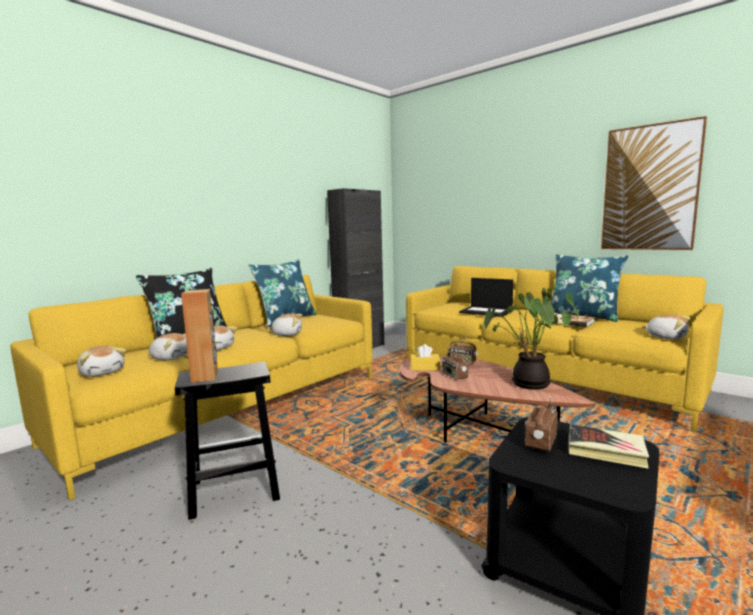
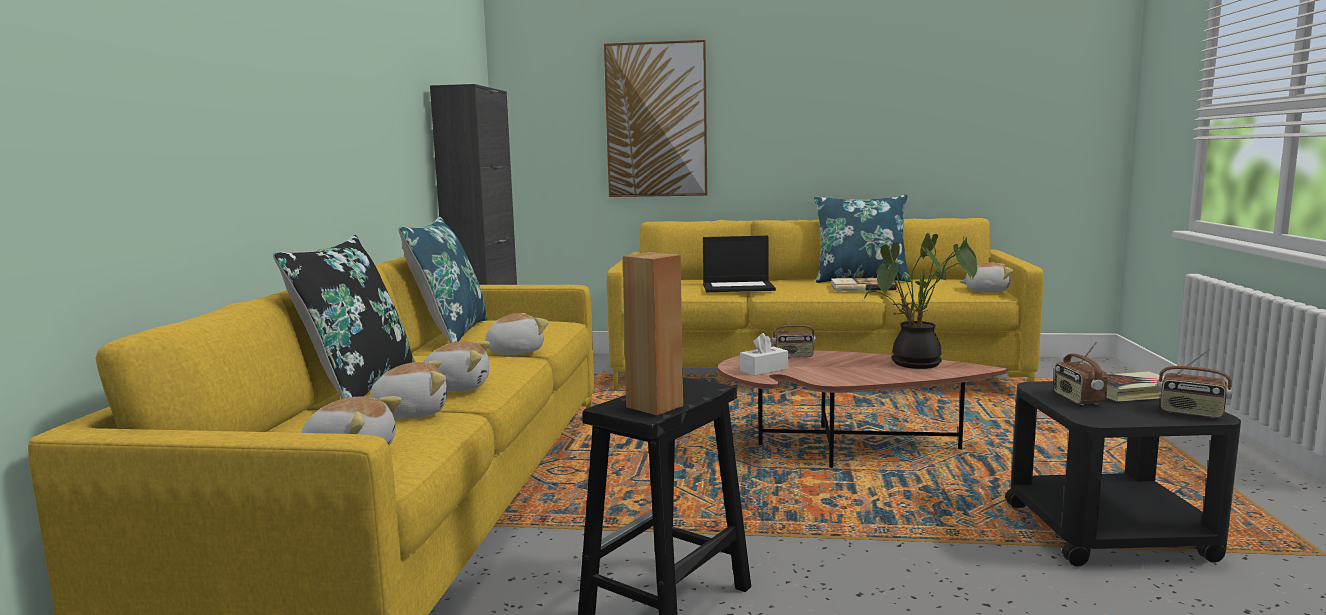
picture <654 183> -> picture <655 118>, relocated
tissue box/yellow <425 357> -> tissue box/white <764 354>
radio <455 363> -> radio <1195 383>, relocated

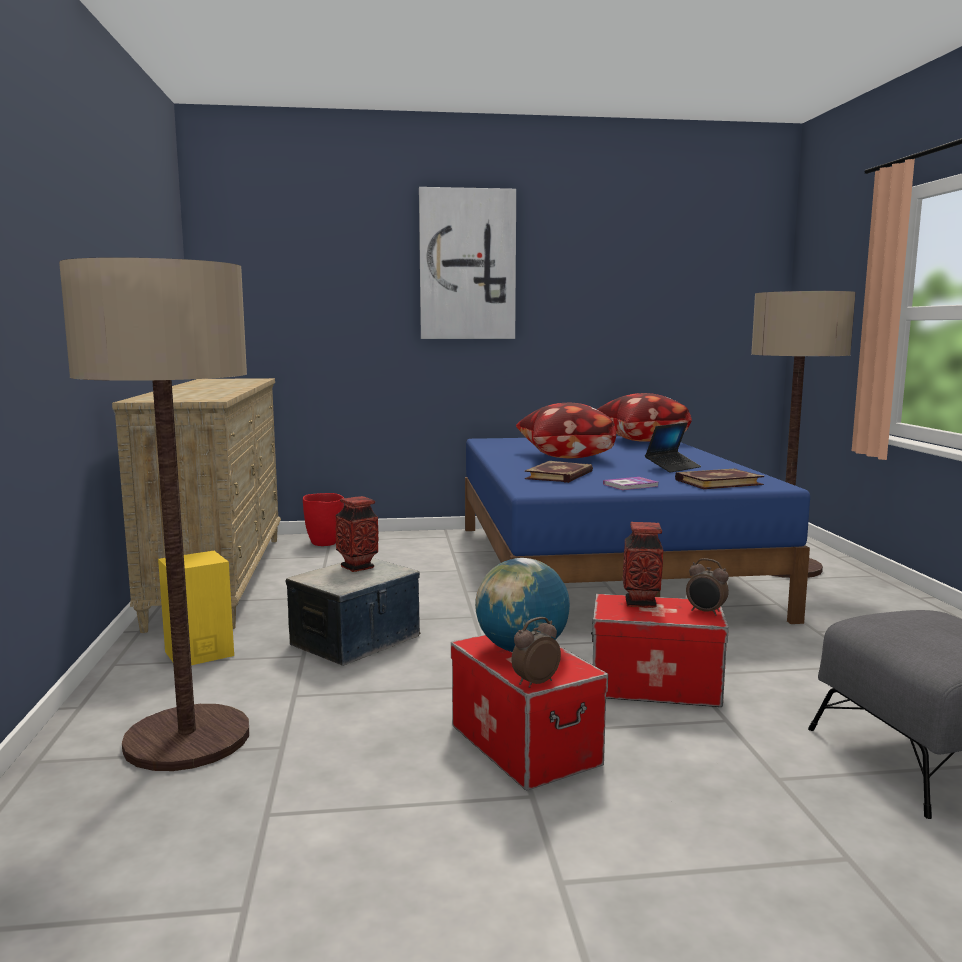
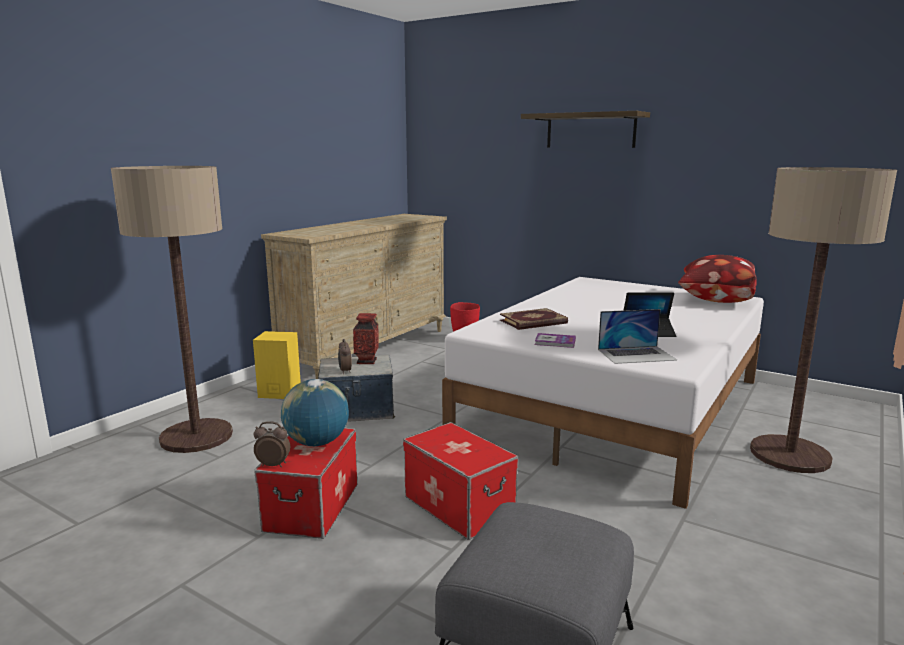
picture <467 263> -> shelf <585 129>
pillow <566 430> -> none
bed/blue <637 530> -> bed/white <603 393>
book <719 479> -> laptop <637 336>
vase <643 565> -> none
alarm clock <707 587> -> alarm clock <345 356>, relocated

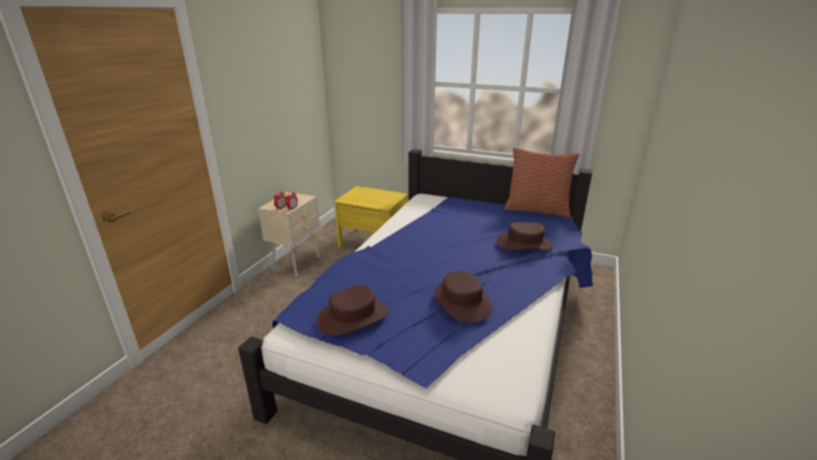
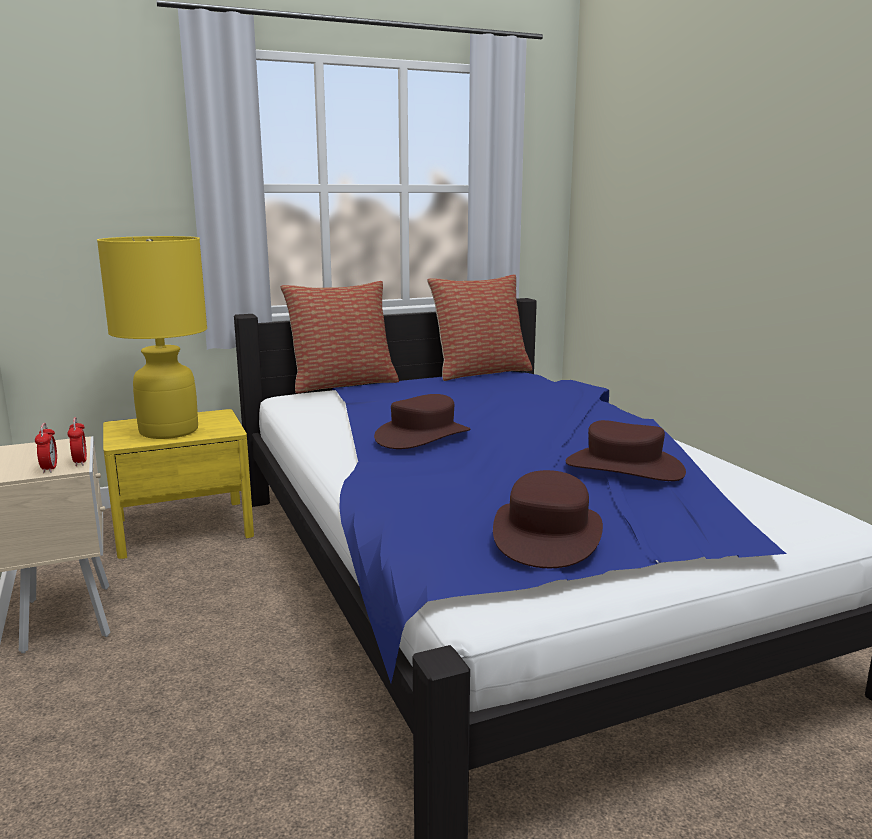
hat/brown <525 236> -> hat/brown <422 421>, relocated
none -> table lamp/yellow <152 337>
none -> pillow <339 337>

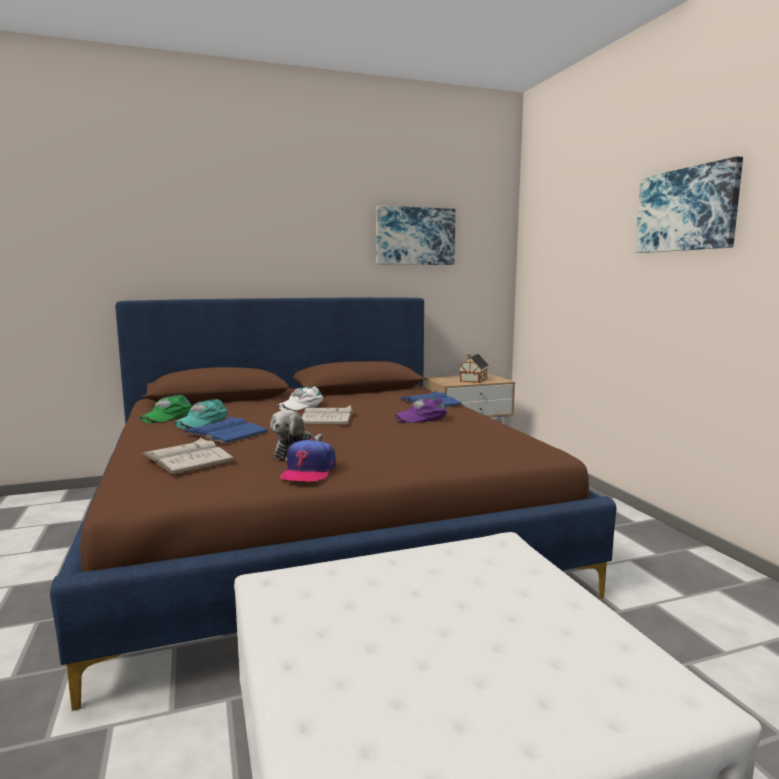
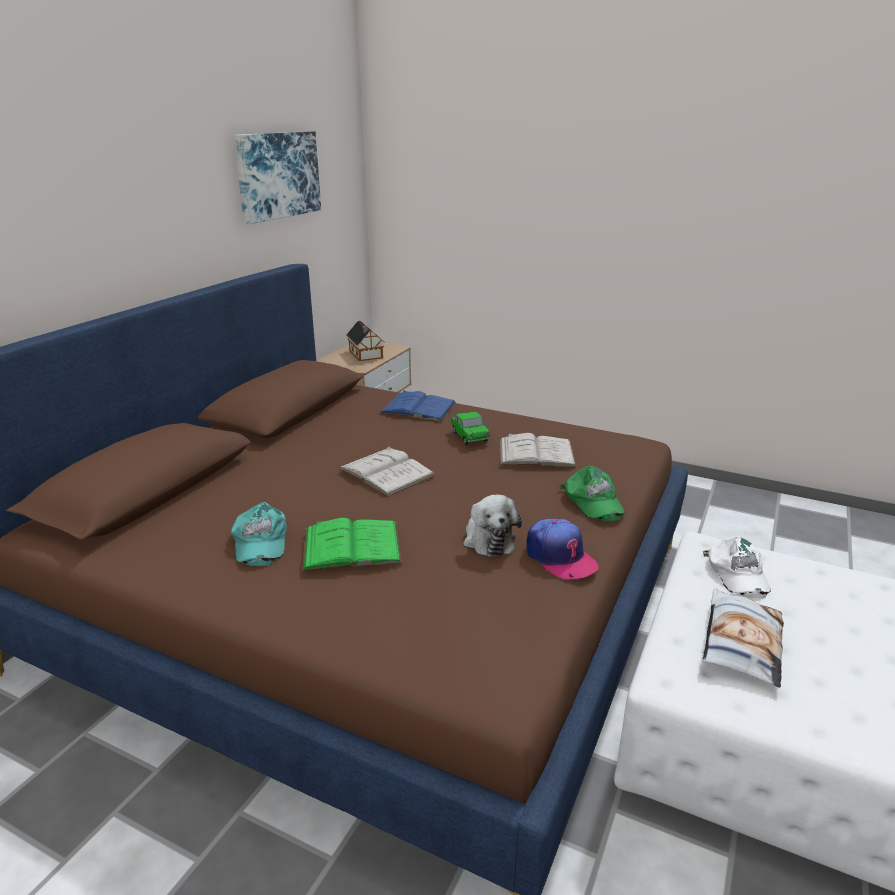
picture <689 204> -> none
cap/white <300 398> -> cap/white <736 567>, relocated
cap/green <166 409> -> cap/green <592 493>, relocated
cap/purple <421 410> -> toy car <470 428>
book/blue <226 430> -> book/green <352 544>
book/white <188 456> -> book/white <538 450>, relocated
none -> pillow <743 638>

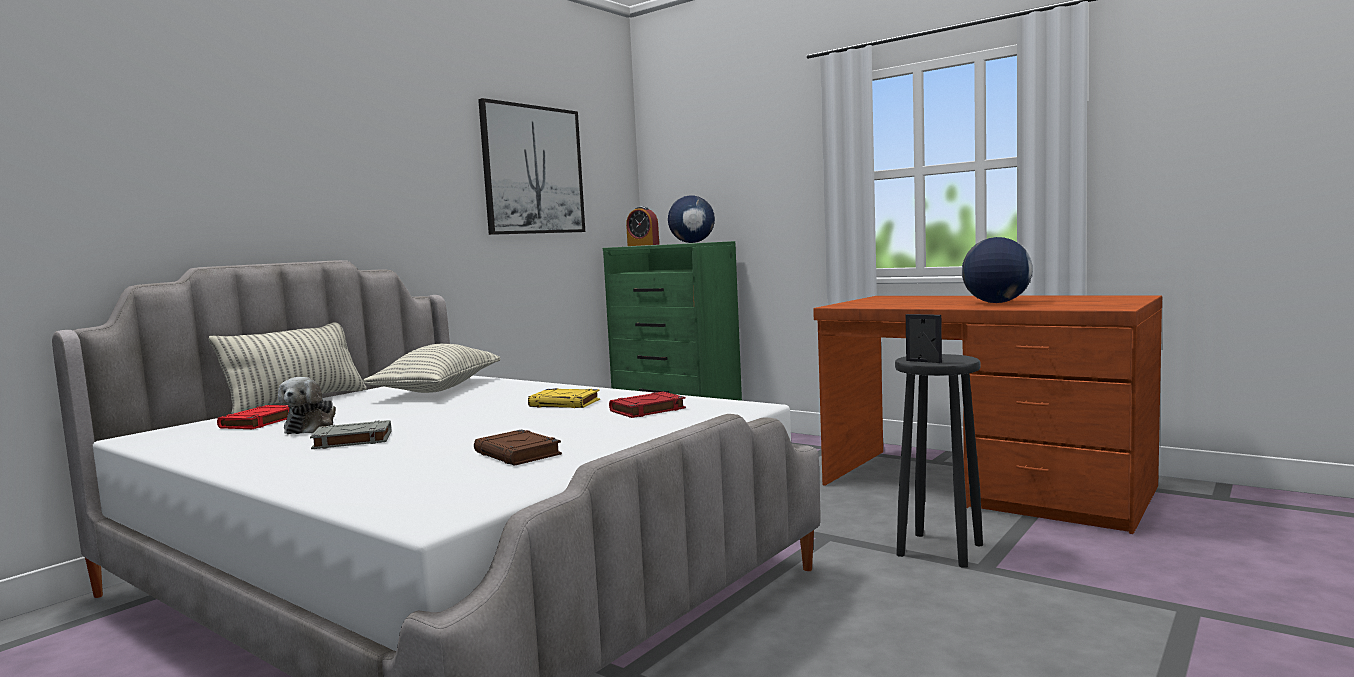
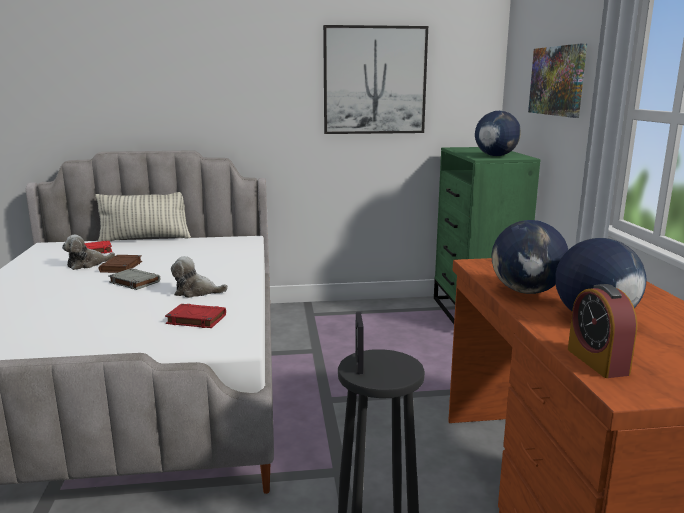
alarm clock <642 226> -> alarm clock <602 331>, relocated
pillow <431 368> -> none
book/yellow <564 398> -> plush toy <199 277>
book/grey <350 434> -> book/grey <134 279>, relocated
book/brown <518 447> -> book/brown <120 264>, relocated
none -> picture <557 80>
none -> globe <530 257>

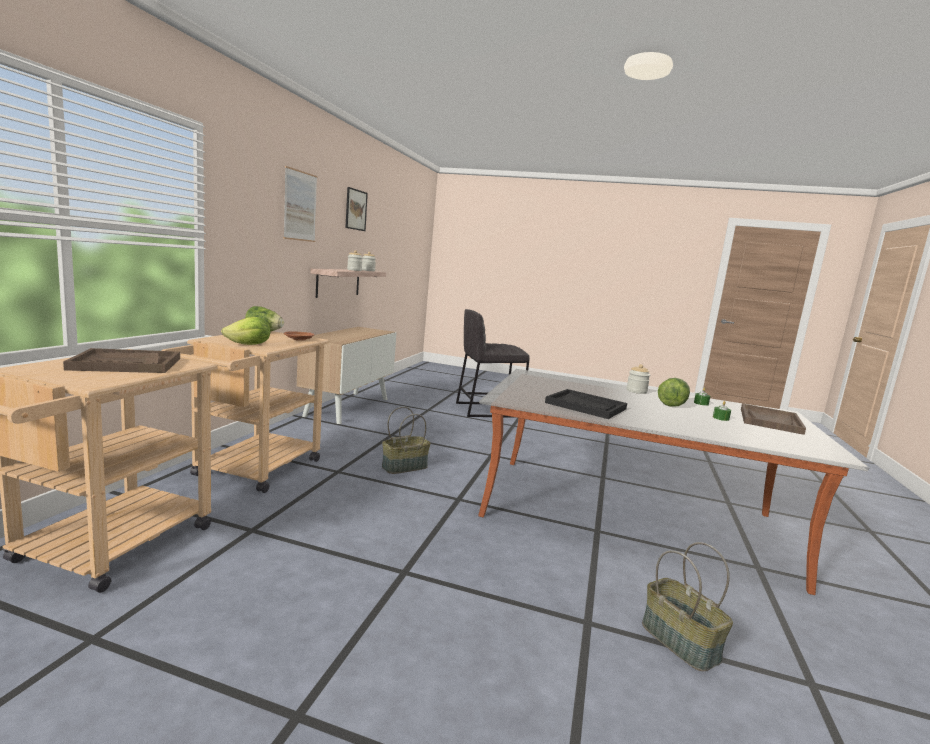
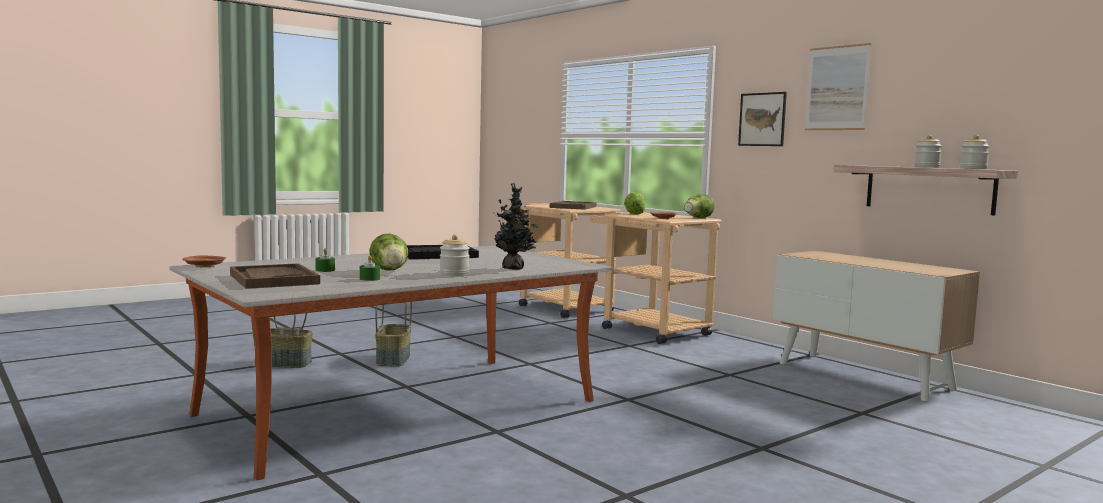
picture <356 209> -> picture <762 119>, relocated
stool/grey <492 363> -> none
basket <406 440> -> basket <393 334>, relocated
none -> potted plant <516 226>
none -> plate/brown <204 261>

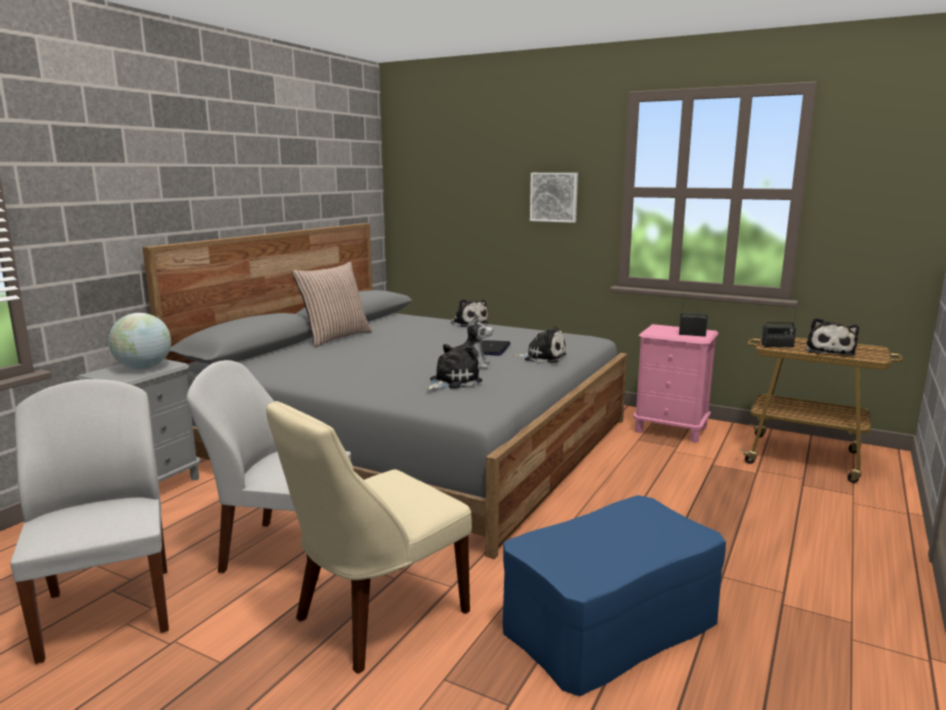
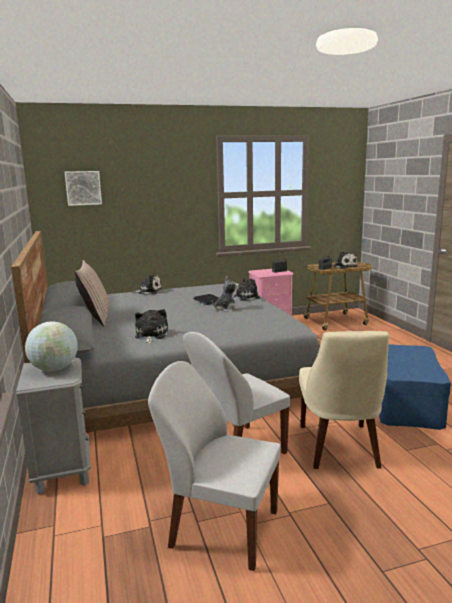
picture <554 198> -> picture <83 188>, relocated
plush toy <454 367> -> plush toy <151 326>, relocated

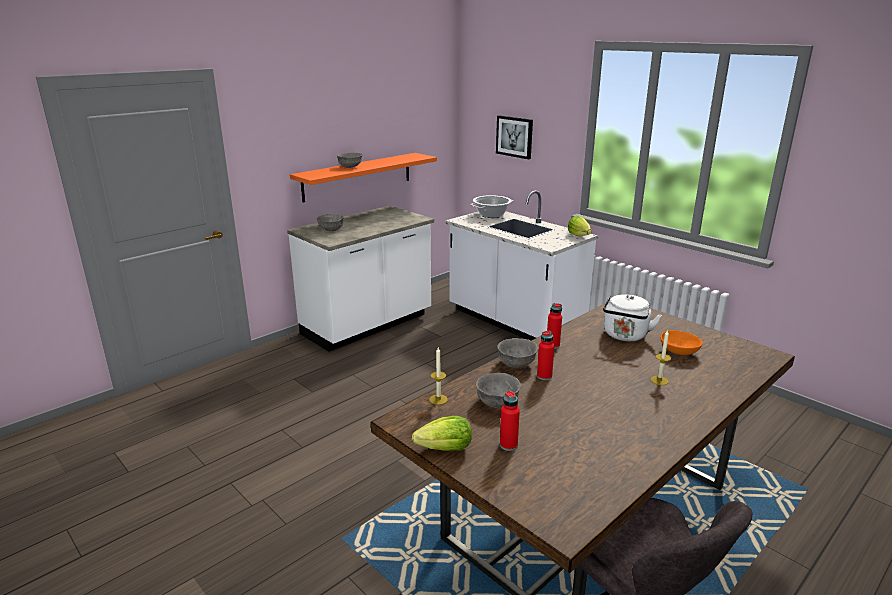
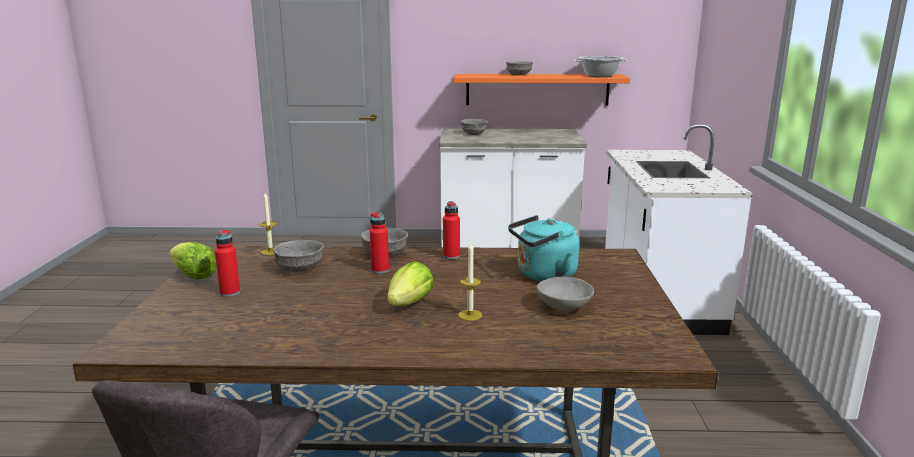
picture <514 137> -> none
cooking pot <491 206> -> cooking pot <602 66>, relocated
lettuce <580 226> -> lettuce <410 283>, relocated
kettle/white <632 317> -> kettle/turquoise <543 248>
bowl/orange <681 342> -> bowl/grey <565 294>

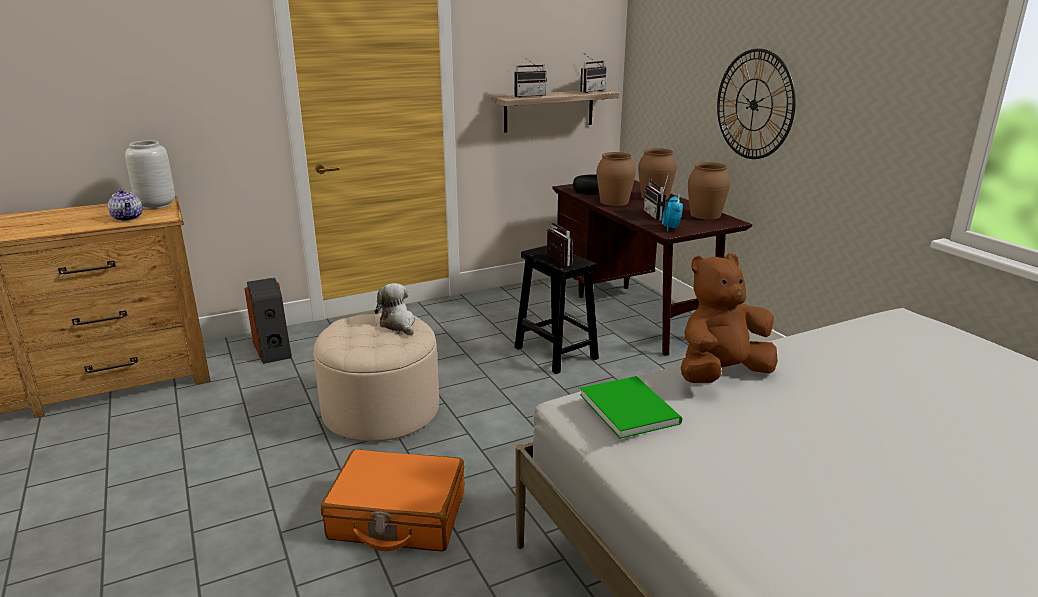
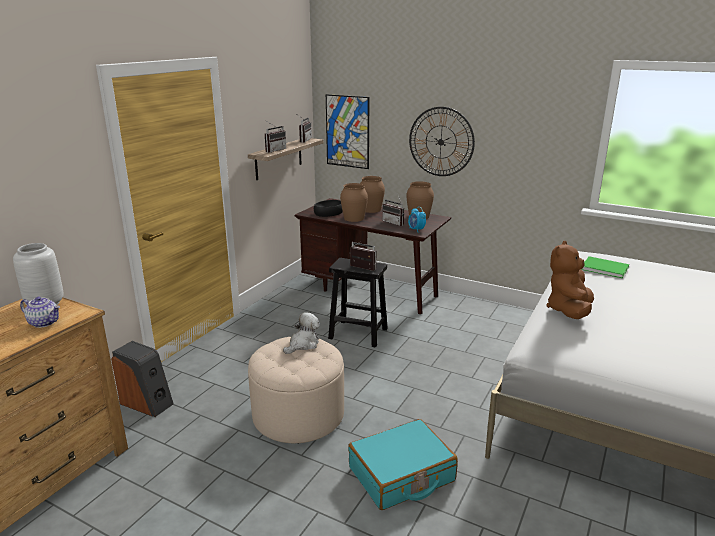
plush toy <395 309> -> plush toy <301 333>, 105 degrees clockwise
book/green <631 407> -> book/green <605 267>, relocated
suitcase/orange <393 500> -> suitcase/turquoise <403 464>
none -> picture <348 131>

